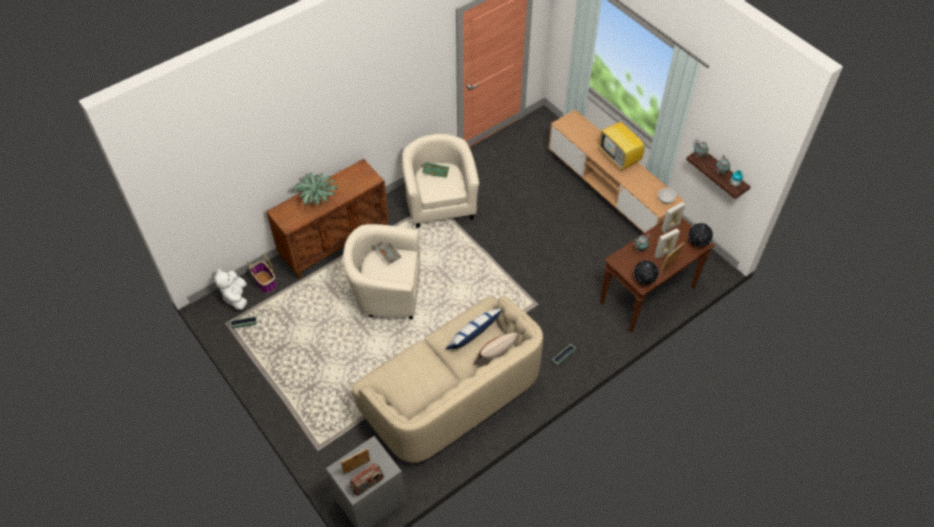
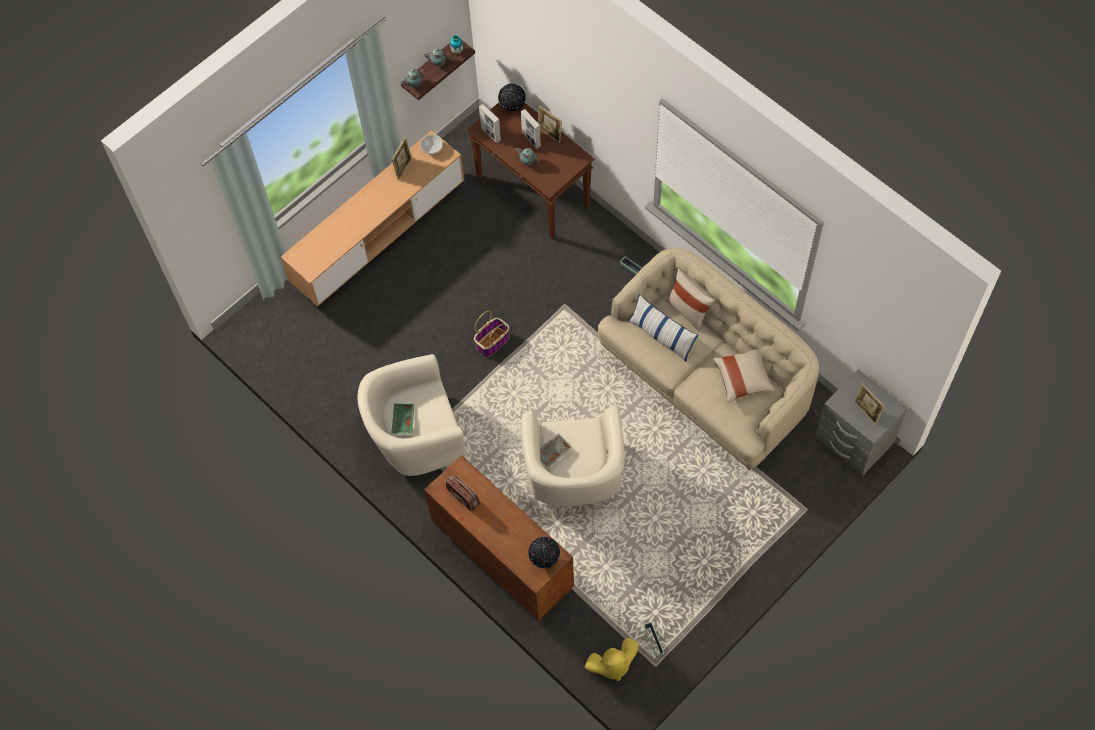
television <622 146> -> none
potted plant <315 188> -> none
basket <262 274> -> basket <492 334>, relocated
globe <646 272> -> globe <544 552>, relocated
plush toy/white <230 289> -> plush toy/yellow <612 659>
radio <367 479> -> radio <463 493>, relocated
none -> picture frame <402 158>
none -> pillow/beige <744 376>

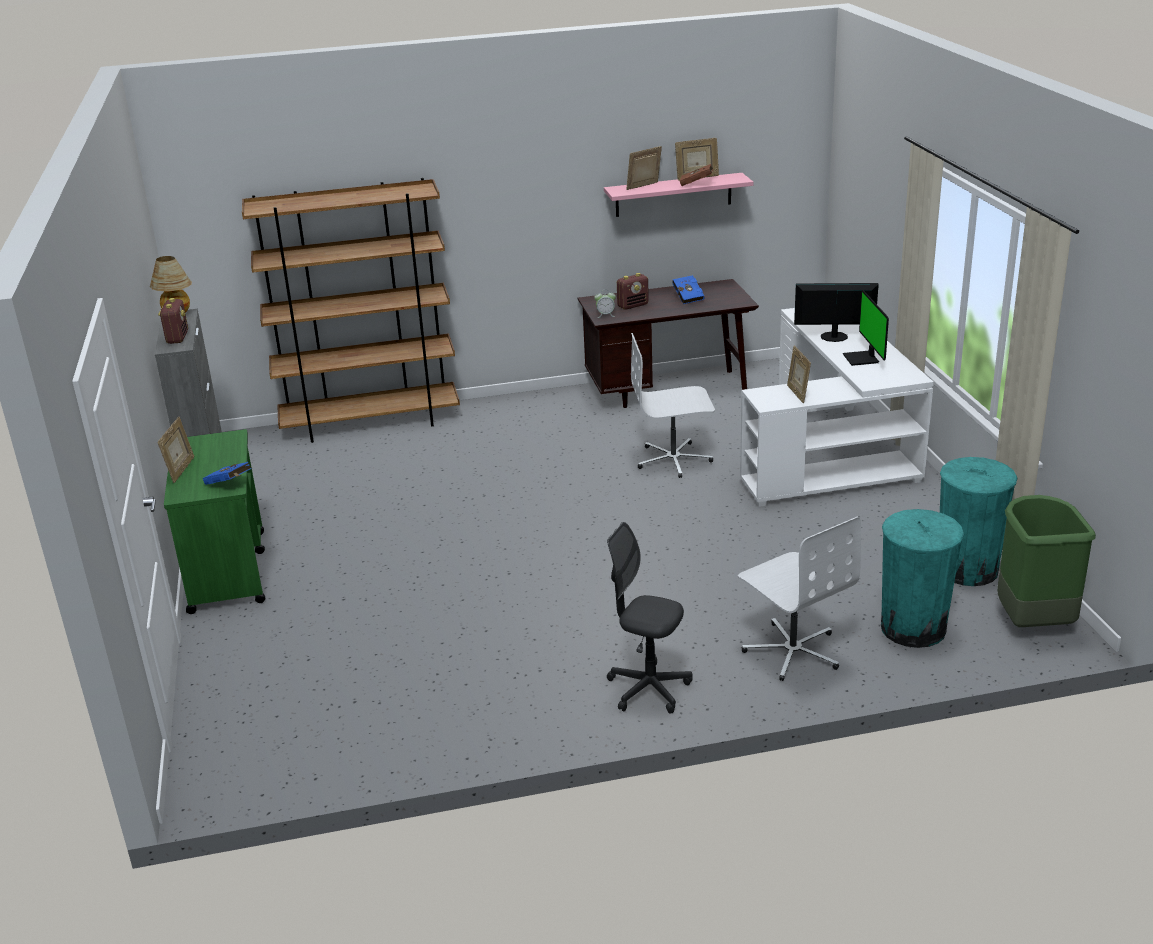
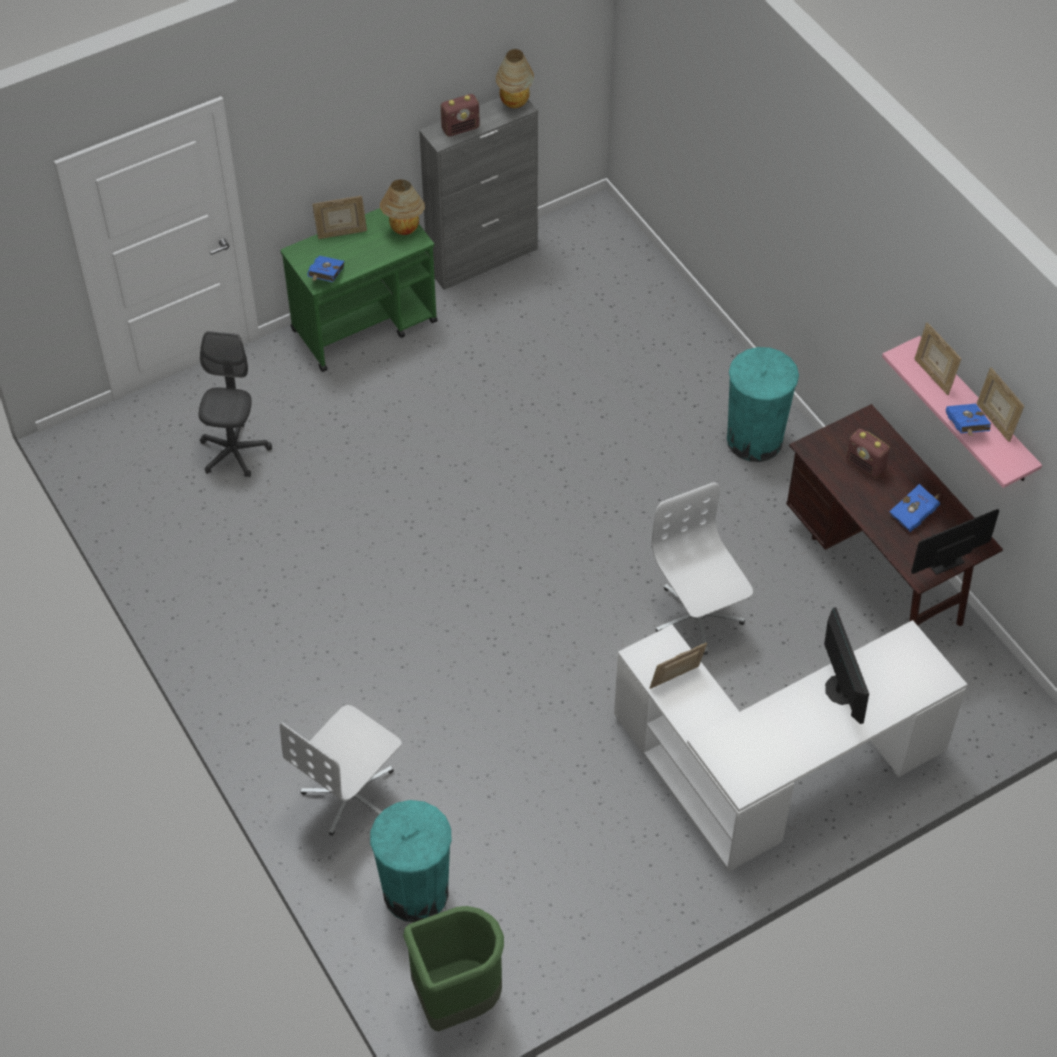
picture frame <644 168> -> picture frame <937 359>, 150 degrees counterclockwise
book/brown <699 175> -> book/blue <968 420>
bookcase/brown <351 310> -> none
monitor <866 328> -> monitor <955 542>, relocated
alarm clock <605 305> -> none
trash can/turquoise <978 521> -> trash can/turquoise <763 404>, relocated
office chair/grey <650 618> -> office chair/grey <235 404>, relocated
none -> table lamp <402 207>

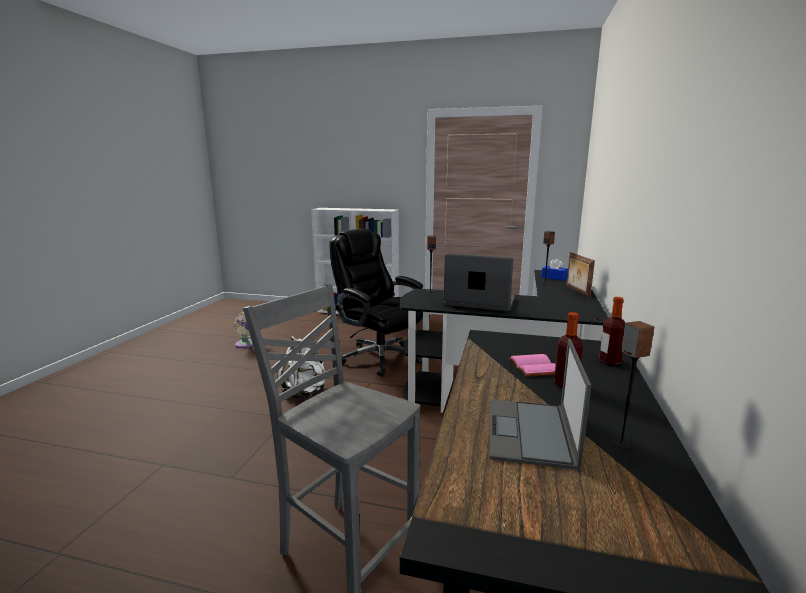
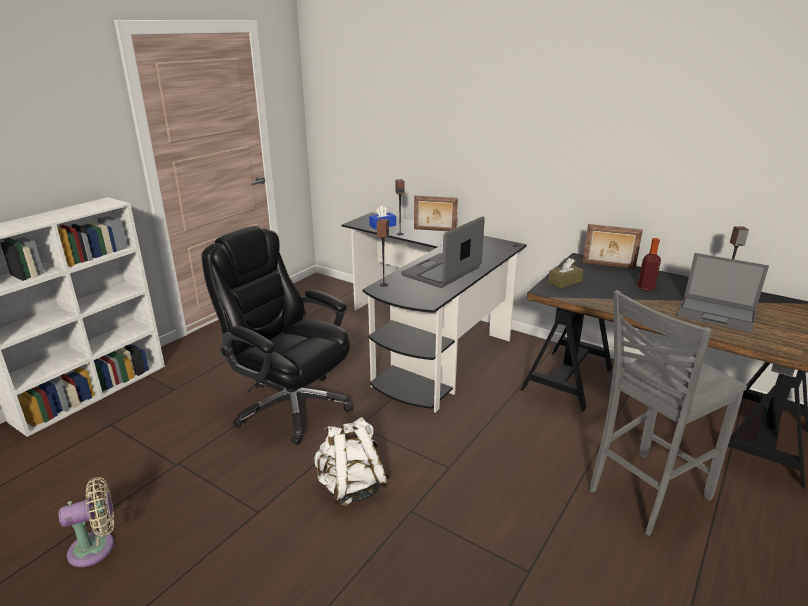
office chair/black <376 303> -> office chair/black <277 335>, 60 degrees clockwise
bottle <612 331> -> picture frame <613 246>
book/pink <532 365> -> none
none -> tissue box/brown <565 273>

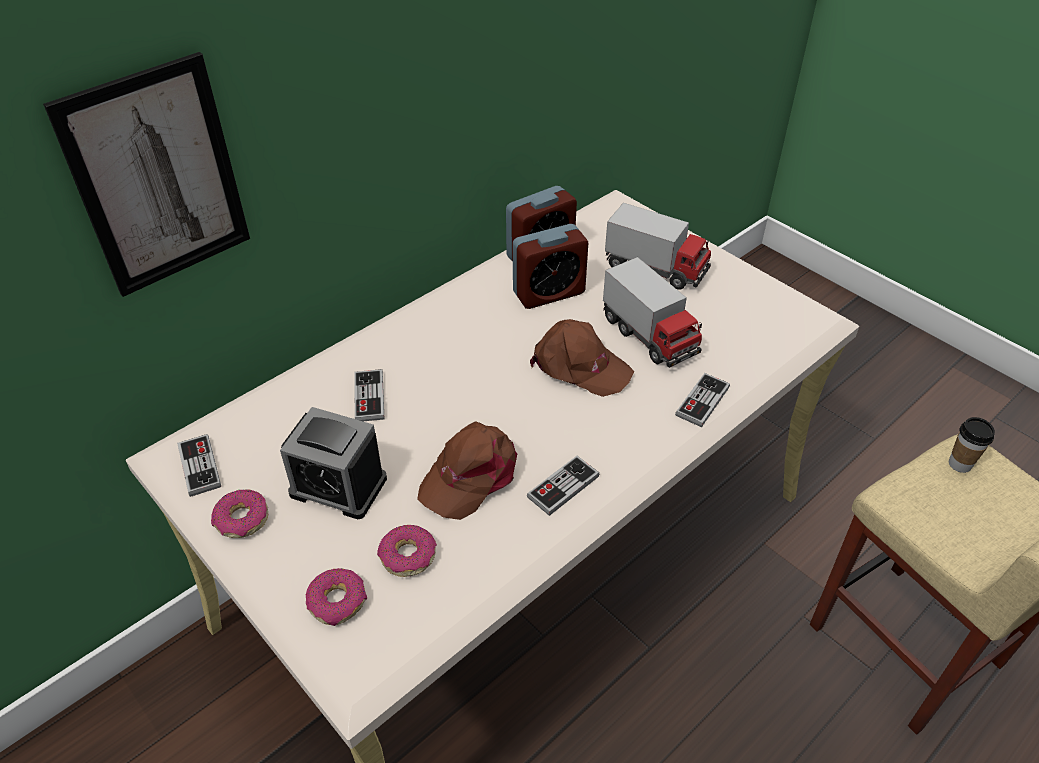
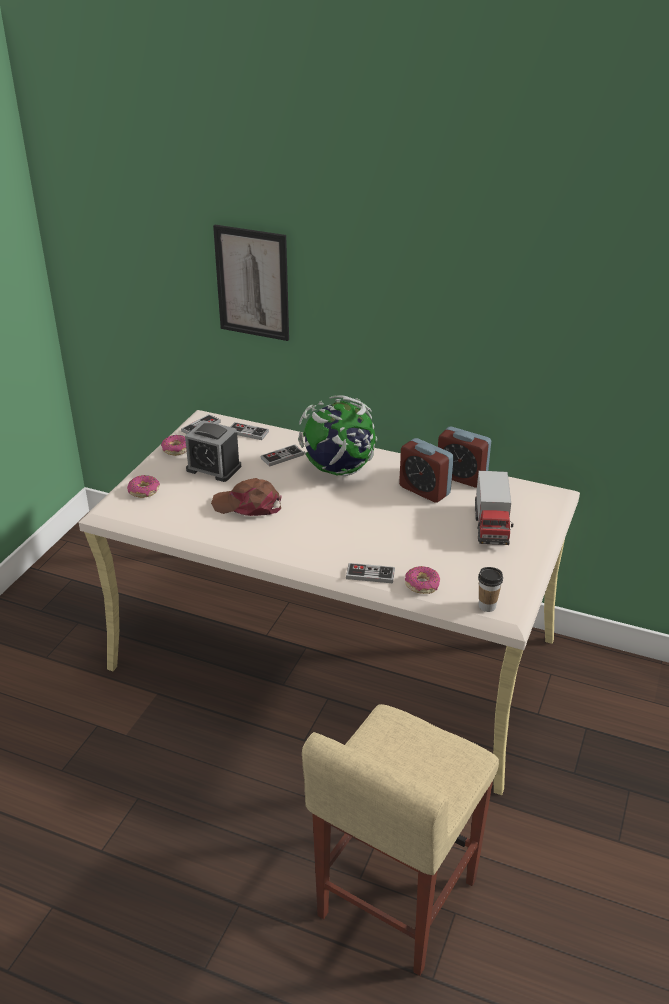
toy truck <652 312> -> none
cap/brown <582 358> -> none
alarm clock <333 463> -> alarm clock <213 451>, 60 degrees counterclockwise
cup <972 445> -> cup <490 589>, relocated
game controller <563 486> -> game controller <249 431>, relocated
donut <407 551> -> donut <422 580>, relocated
none -> globe <337 435>

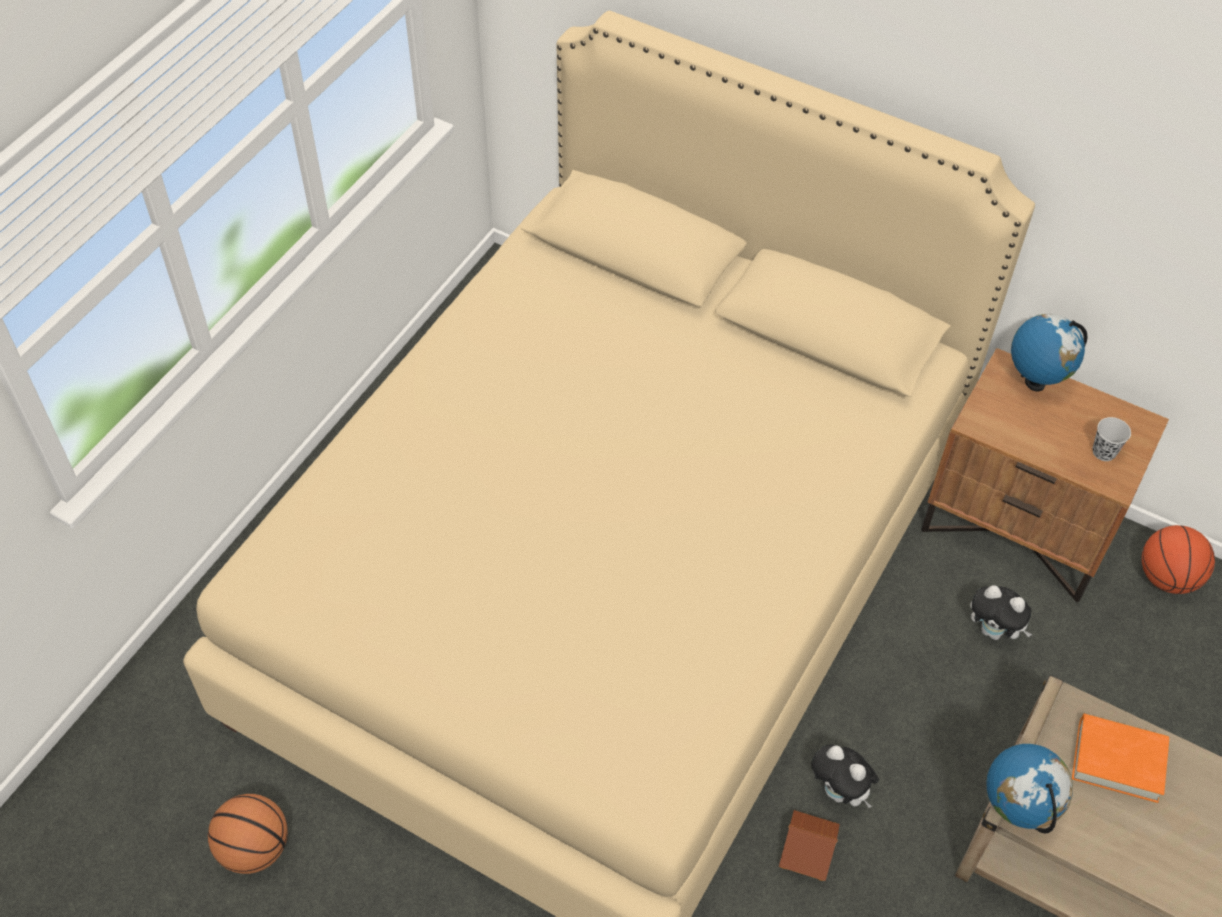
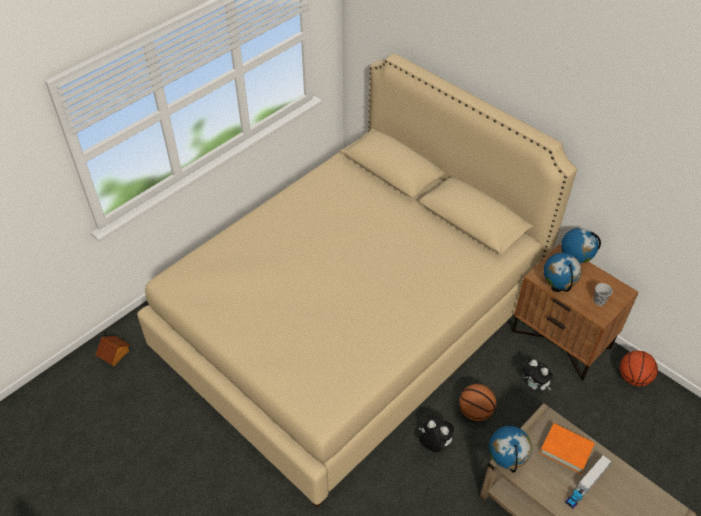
plush toy <845 776> -> plush toy <436 434>, 150 degrees clockwise
basketball <248 834> -> basketball <477 402>, relocated
toy house <809 845> -> toy house <112 351>, relocated
none -> globe <563 272>
none -> toy truck <588 482>

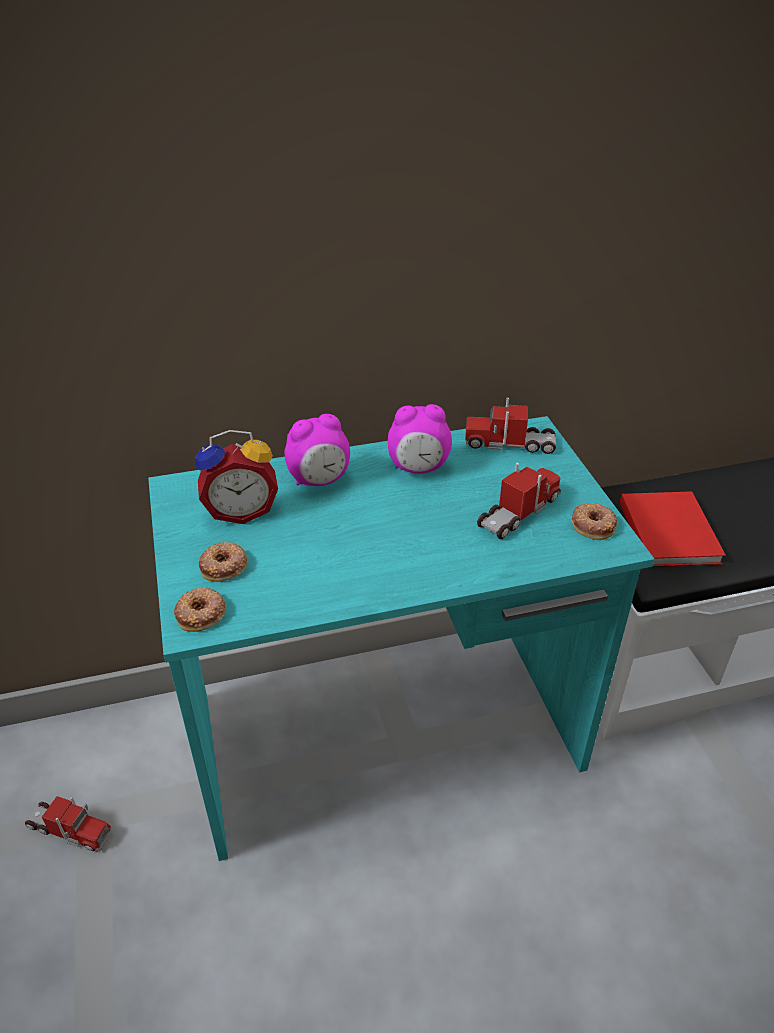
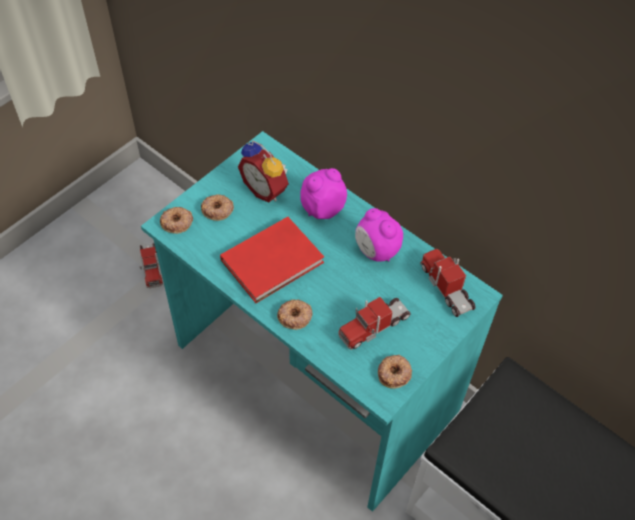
alarm clock <317 450> -> alarm clock <323 193>, 120 degrees clockwise
toy truck <519 500> -> toy truck <374 323>, 135 degrees clockwise
book/red <673 529> -> book/red <272 260>, relocated
none -> donut <295 314>

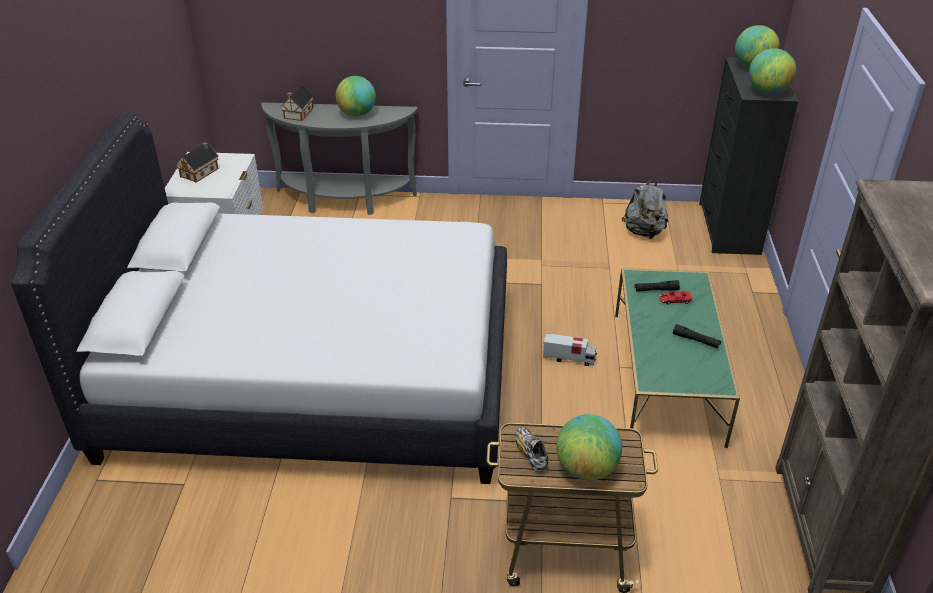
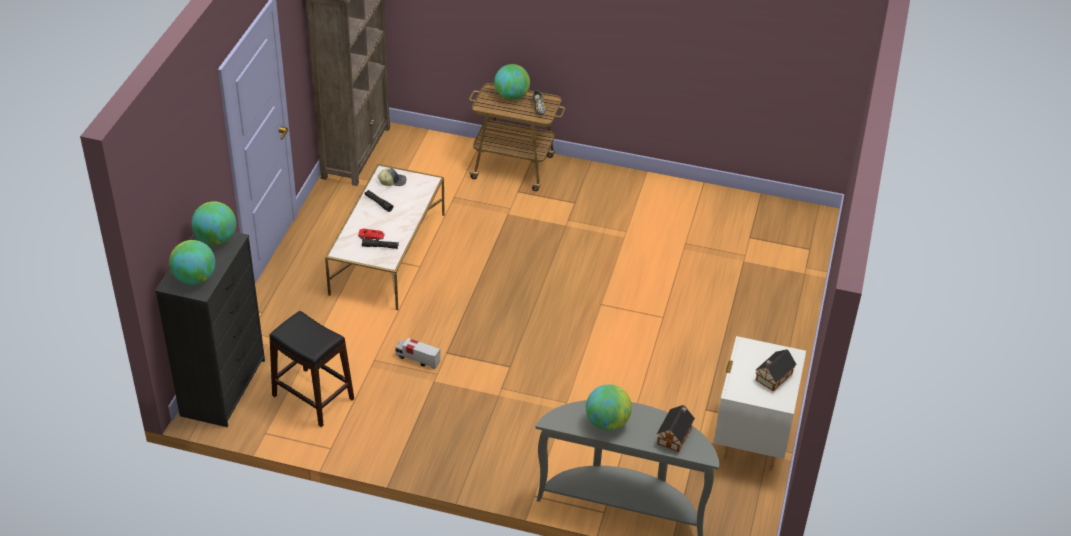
bed/white <259 298> -> none
backpack/grey <645 209> -> stool/black <311 369>
coffee table/green <677 358> -> coffee table/white <385 237>
toy truck <570 349> -> toy truck <417 353>, relocated
none -> cap <392 177>

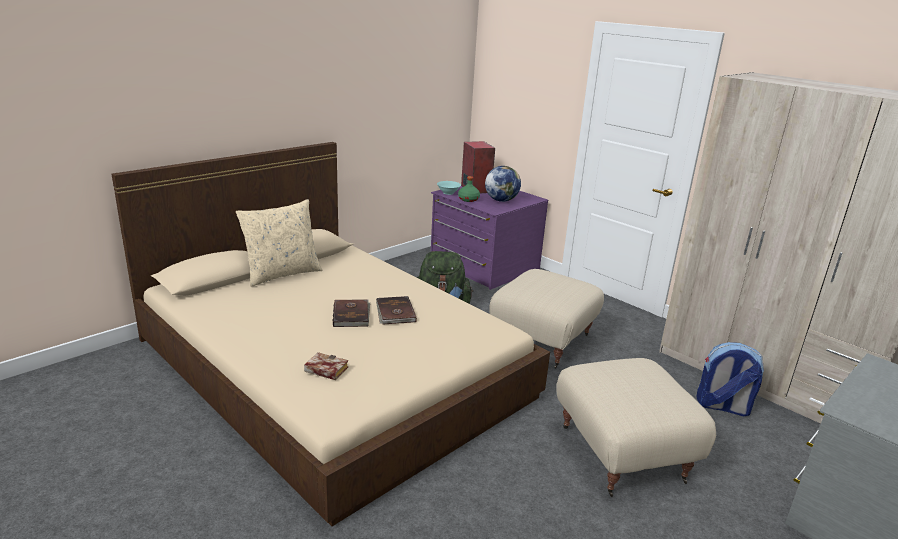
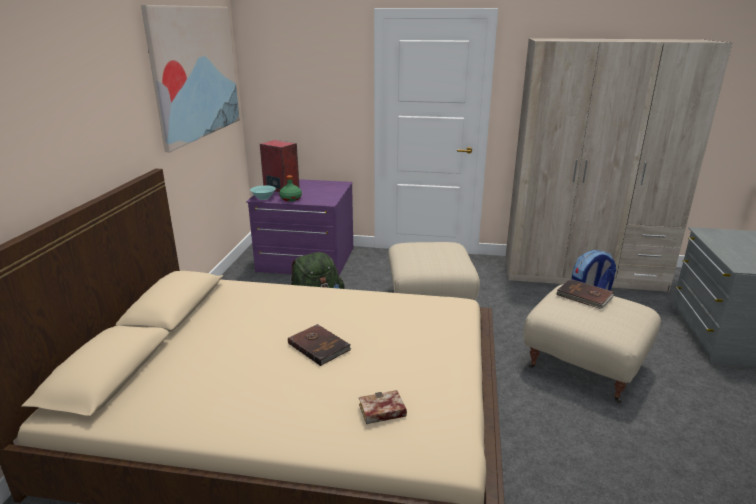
globe <503 184> -> none
pillow/beige <279 243> -> none
book/brown <396 310> -> book/brown <585 294>, relocated
none -> picture <190 78>

